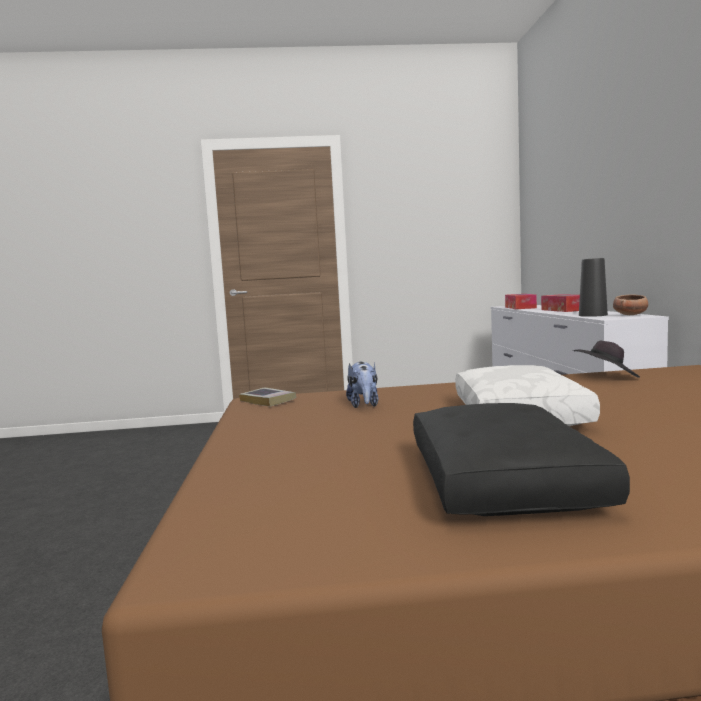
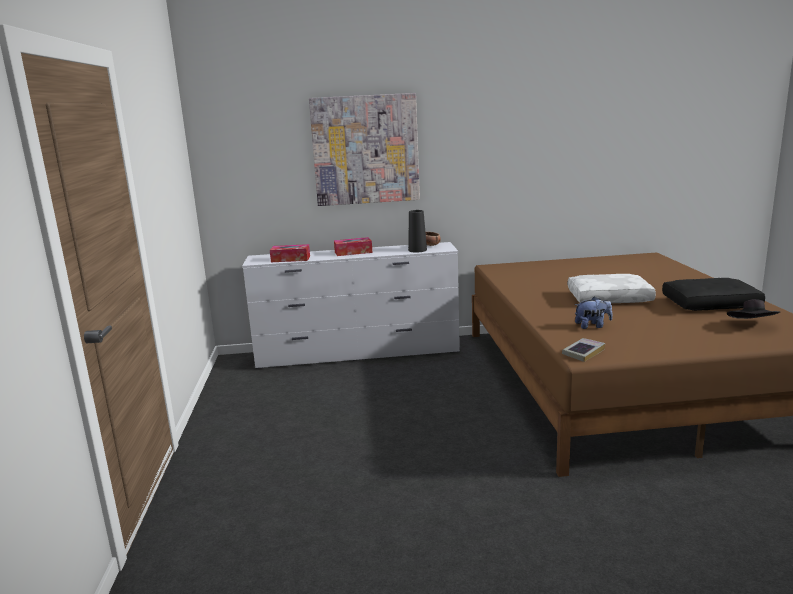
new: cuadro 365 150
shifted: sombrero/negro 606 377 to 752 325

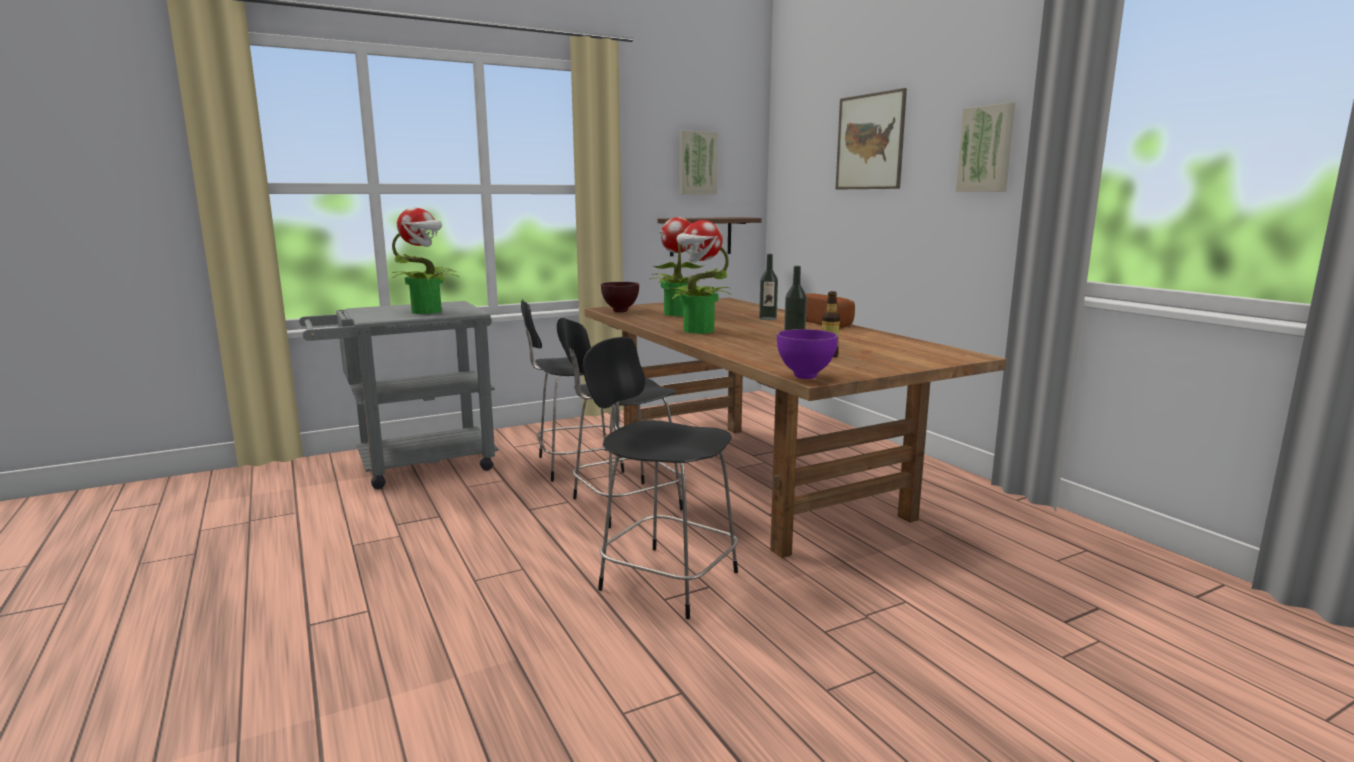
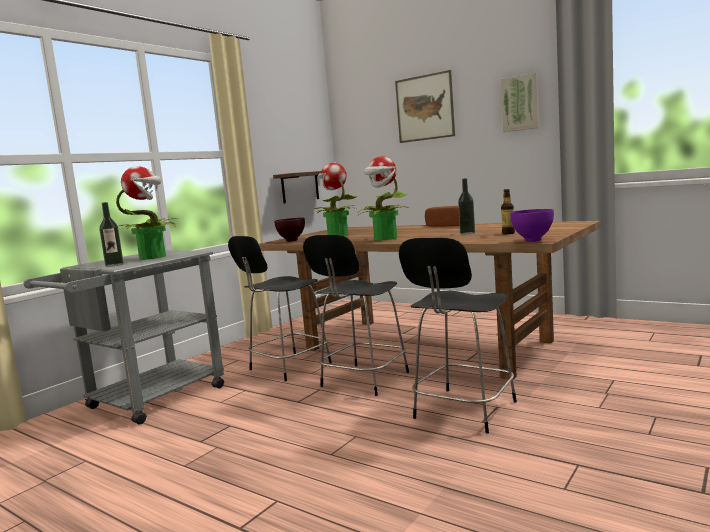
gone: cuadro 697 163
shifted: botella 767 318 to 114 265
rotated: silla/negro 665 579 = 463 411 60 degrees counterclockwise

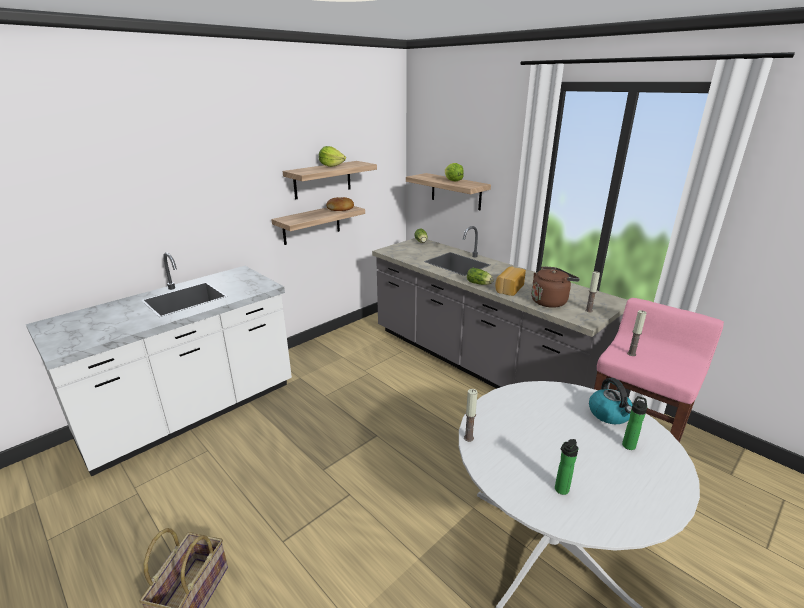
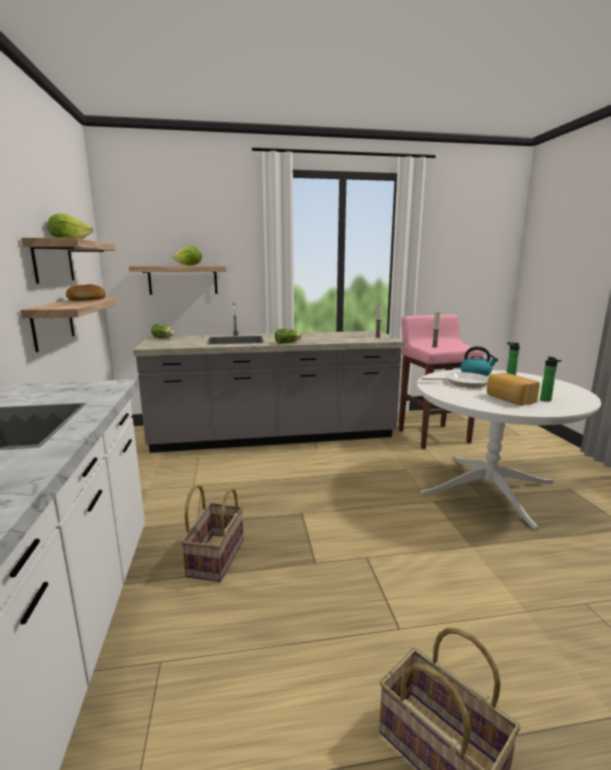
gone: hervidor/marrón 550 301; vela 468 438
new: sartén 463 383; cesta 215 556
shifted: pan 508 288 to 509 399

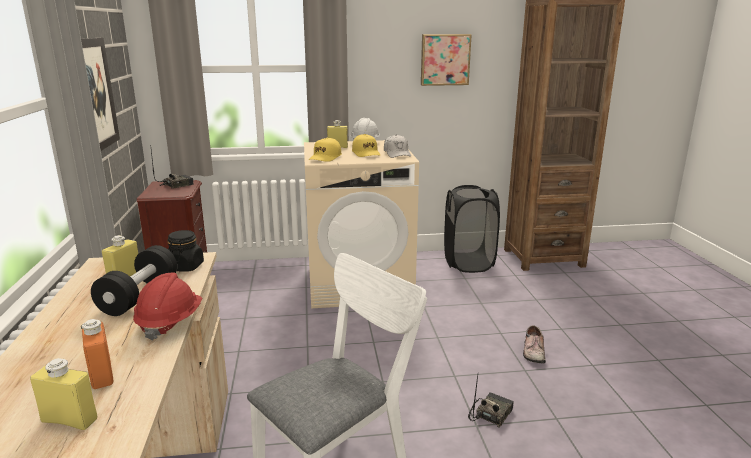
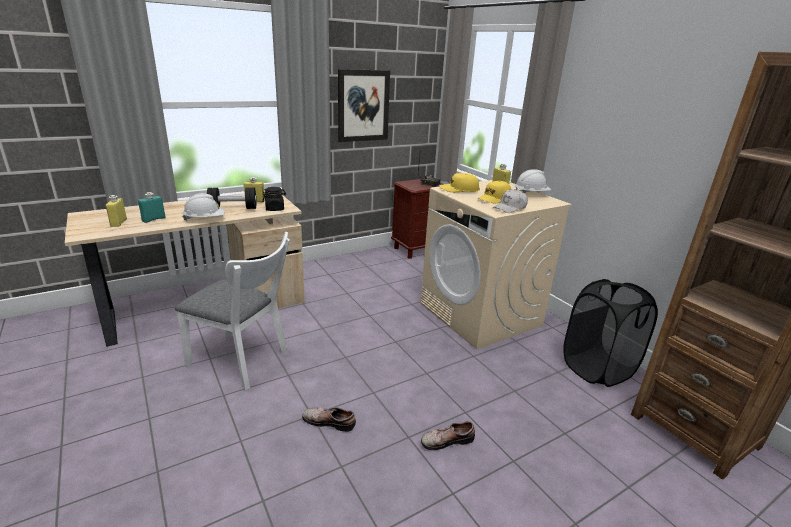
gone: cuadro 445 59
swapped: radio 490 414 to zapato 329 421
repainted: casco/rojo 170 322 to casco/blanco 205 220; botella/naranja 101 375 to botella/turquesa 154 219

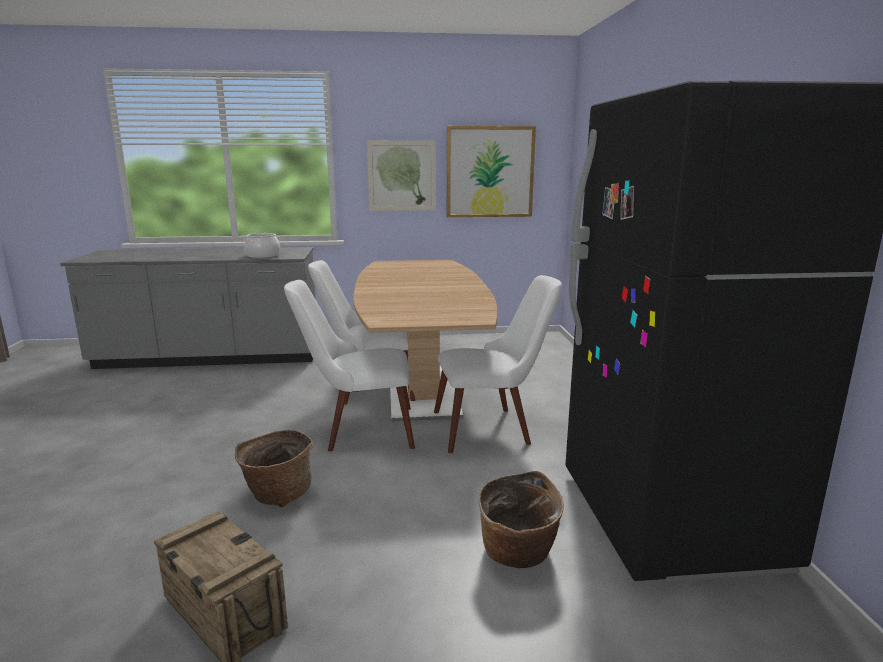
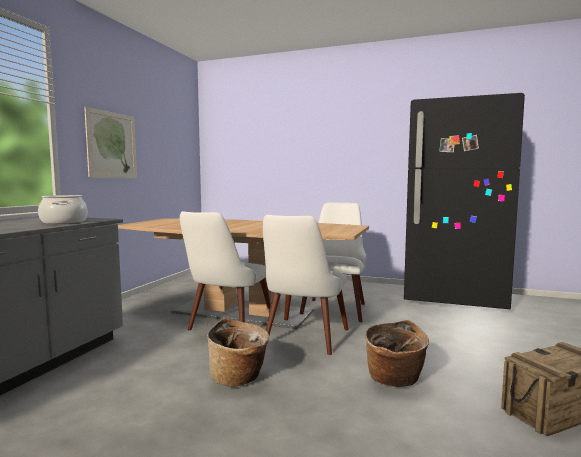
gone: cuadro 490 172
shifted: cesta 518 554 to 239 378

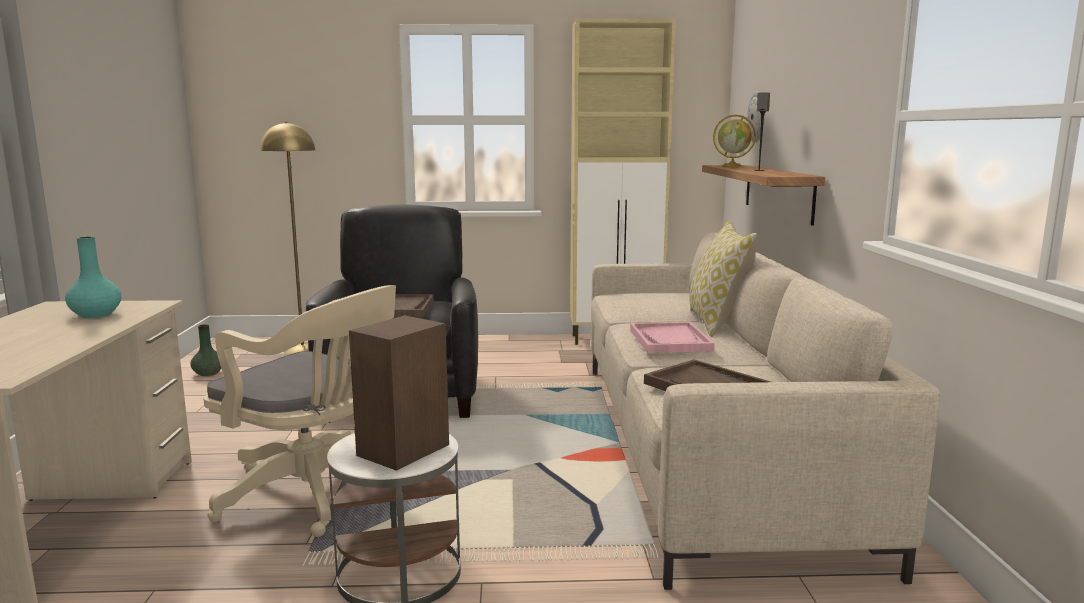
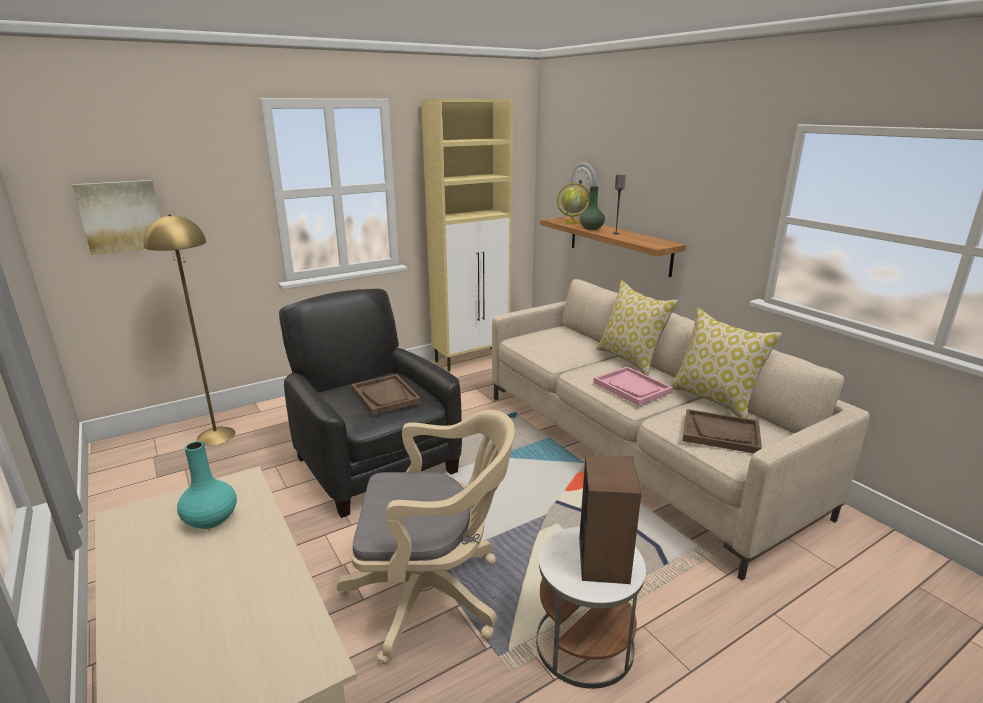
new: cuadro 121 216; cojín 714 400
shifted: florero/verde 208 373 to 591 228

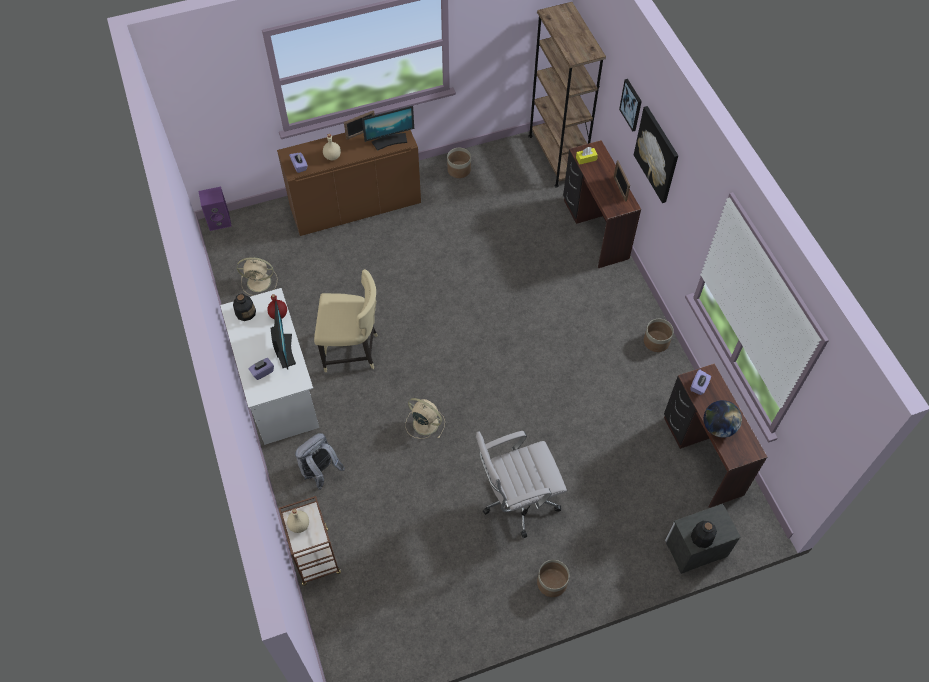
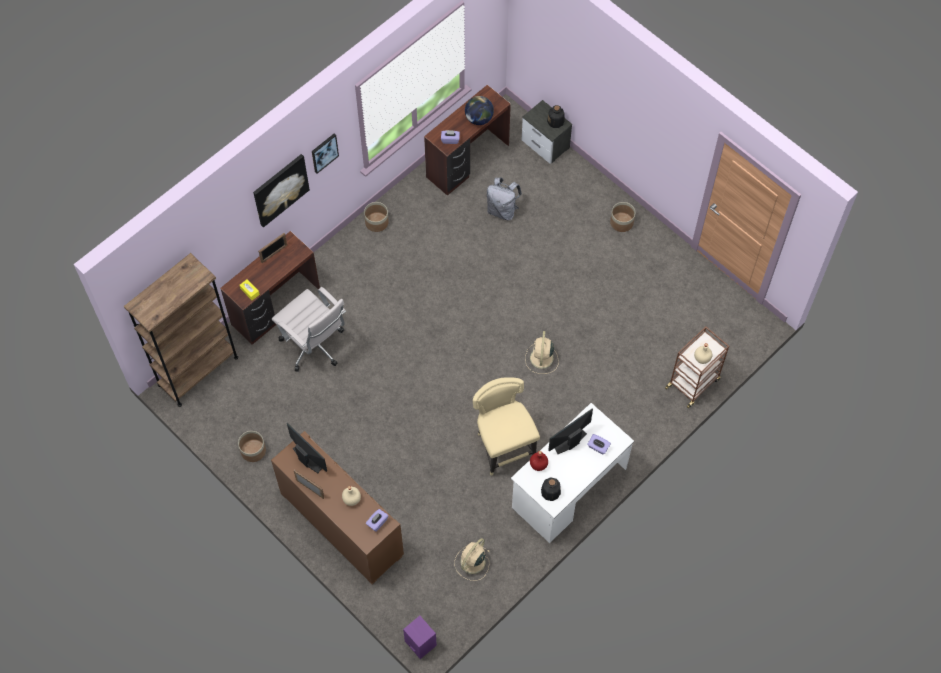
shifted: cuadro 631 105 to 324 152; silla de oficina/blanco 516 501 to 315 346; mochila/gris 320 472 to 502 210
rotated: ventilador/beis 260 282 = 472 563 120 degrees counterclockwise

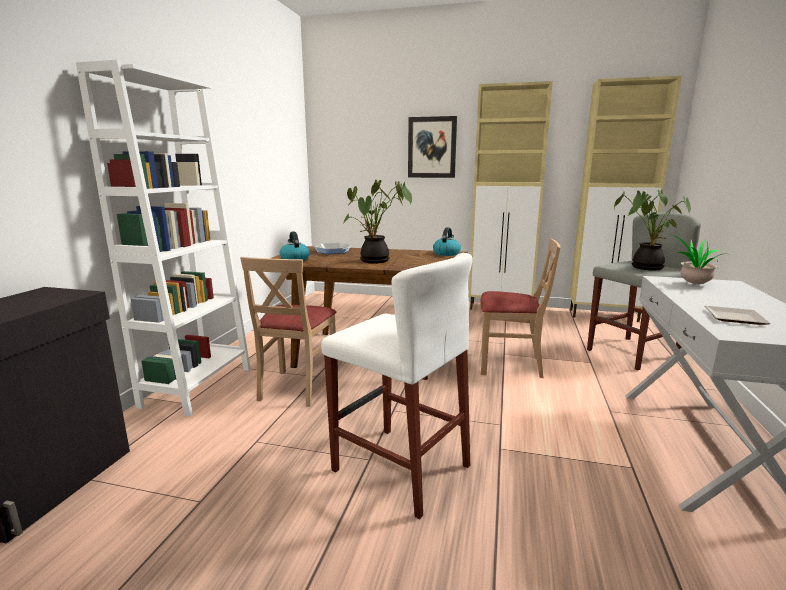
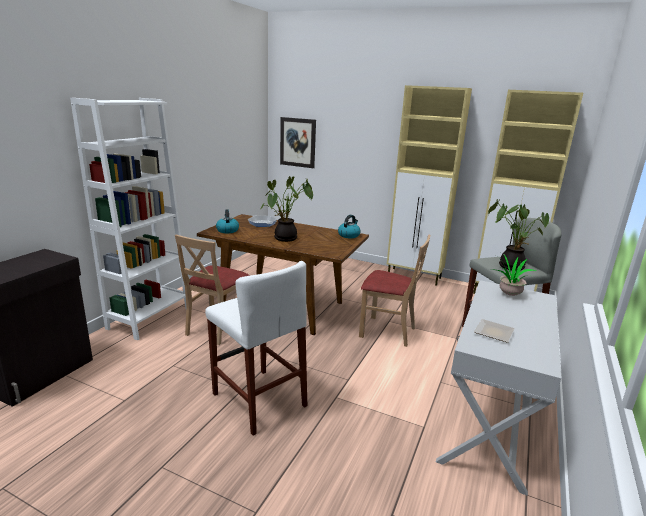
shifted: cuadro 432 147 to 298 142

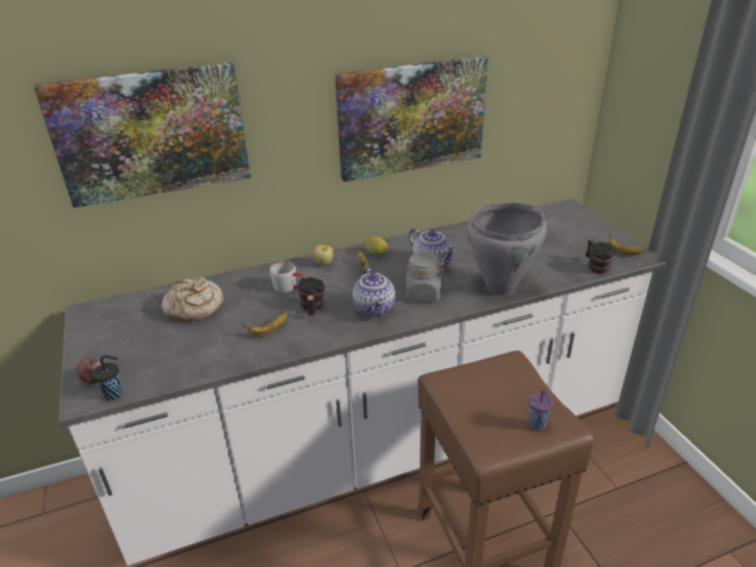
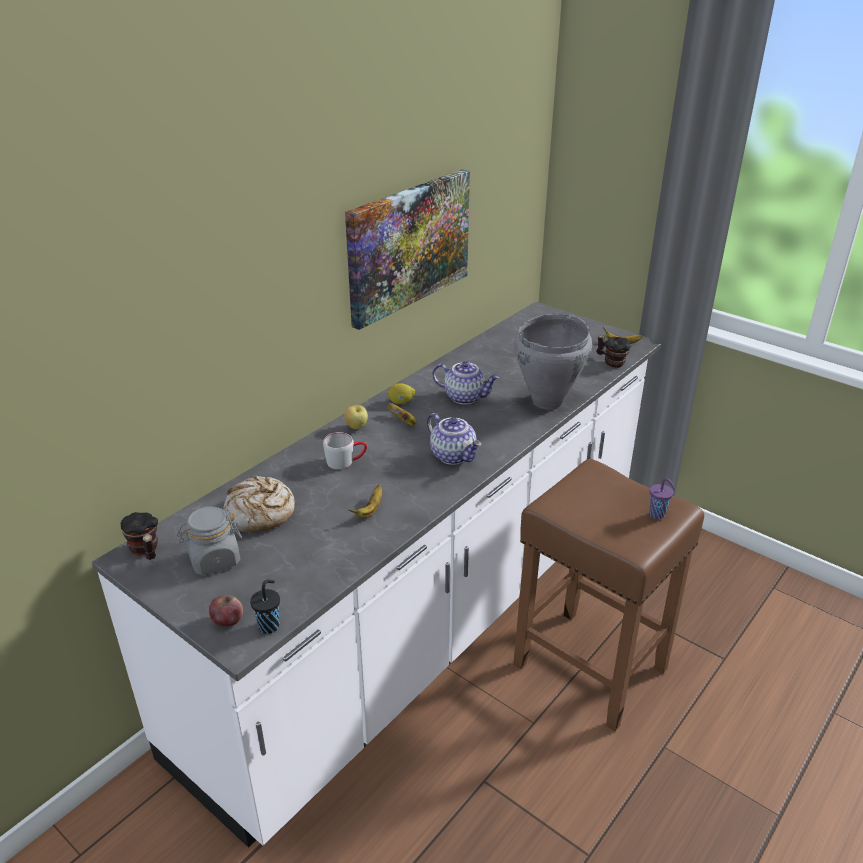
gone: cuadro 152 133
shifted: tarro/gris 422 293 to 214 559; taza grande 312 309 to 145 551

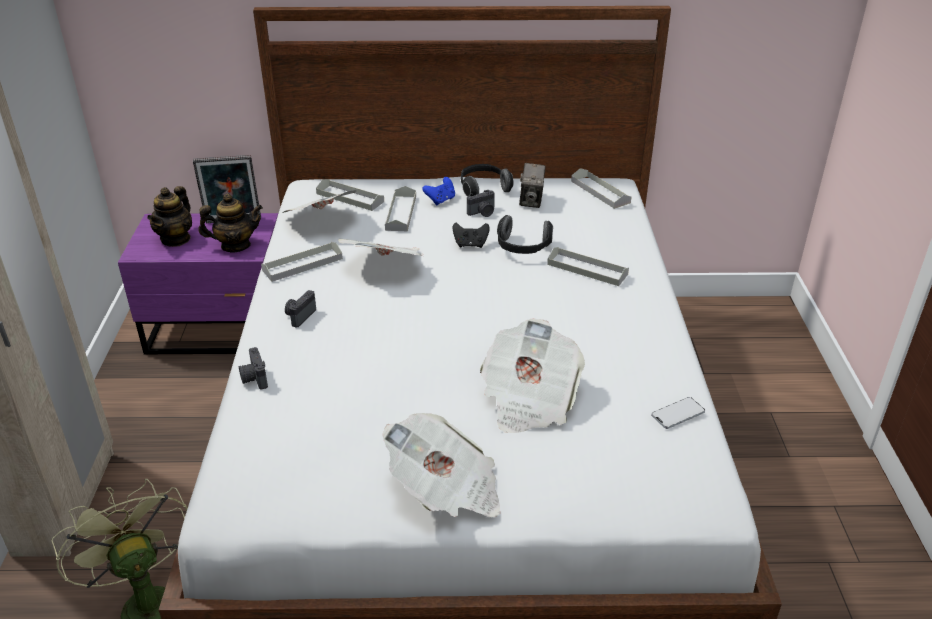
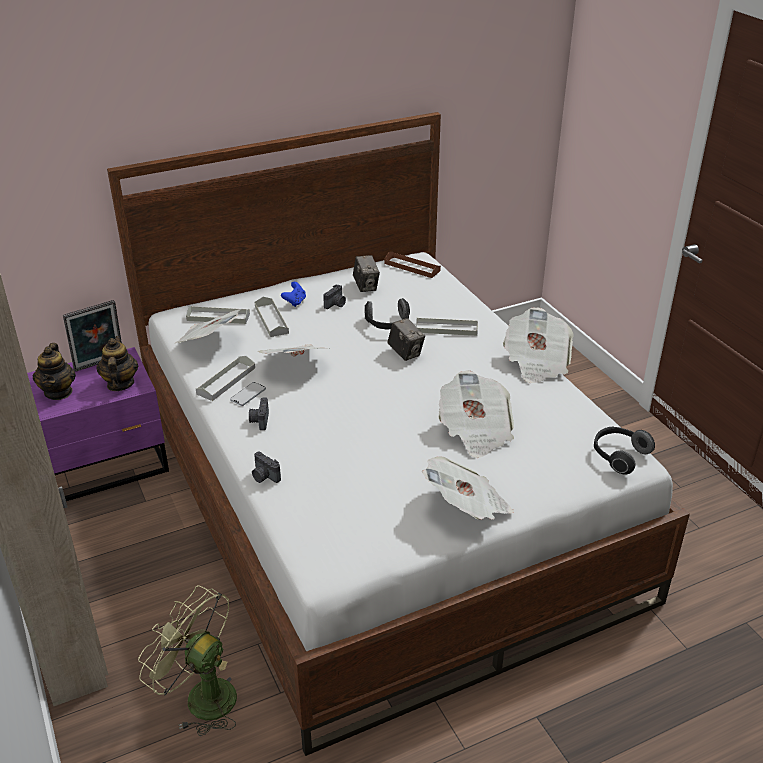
gone: mando de consola/negro 470 244
new: periódico 536 362; cámara 405 353
shifted: auriculares 483 189 to 618 456; móvil 678 414 to 248 394
repainted: bandeja/gris 600 192 to bandeja/marrón 412 267
rotated: tetera 235 246 = 120 384 60 degrees counterclockwise

